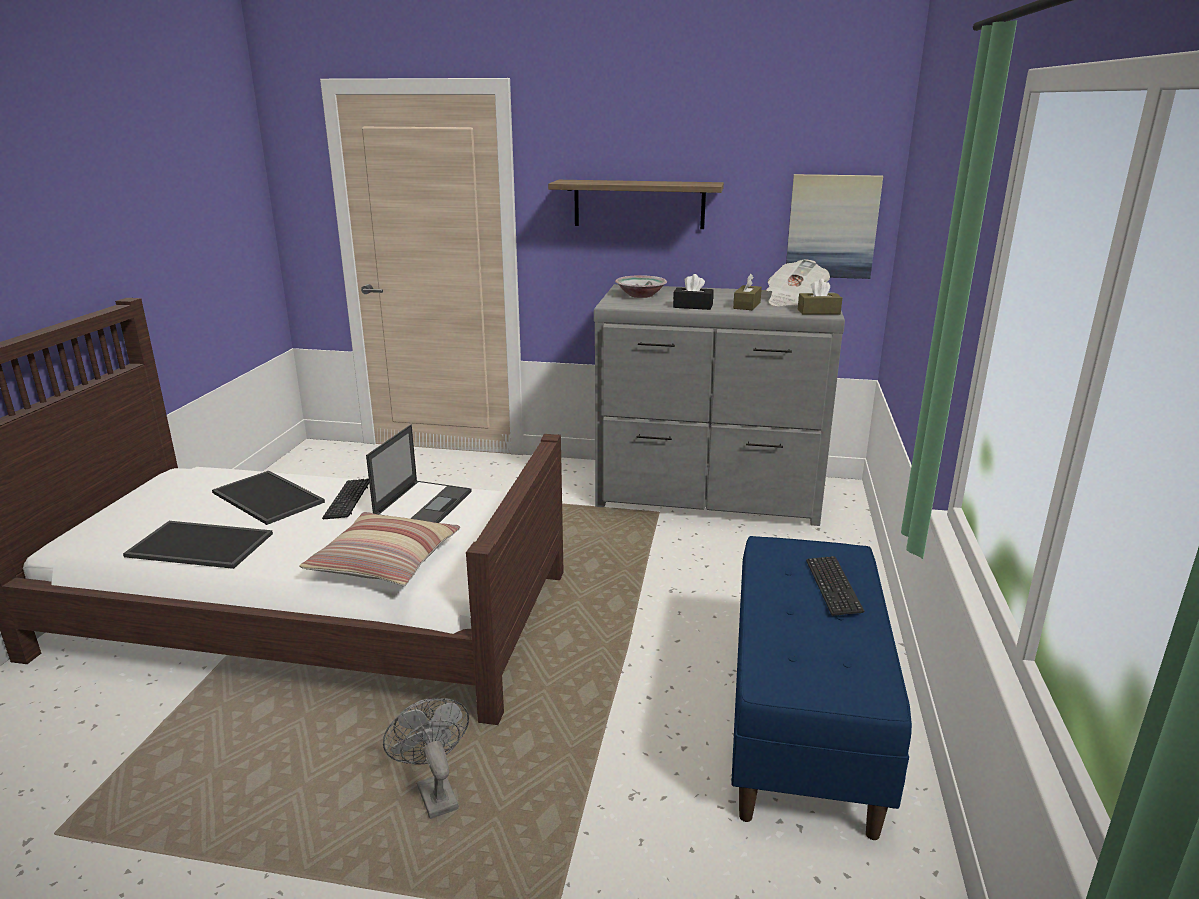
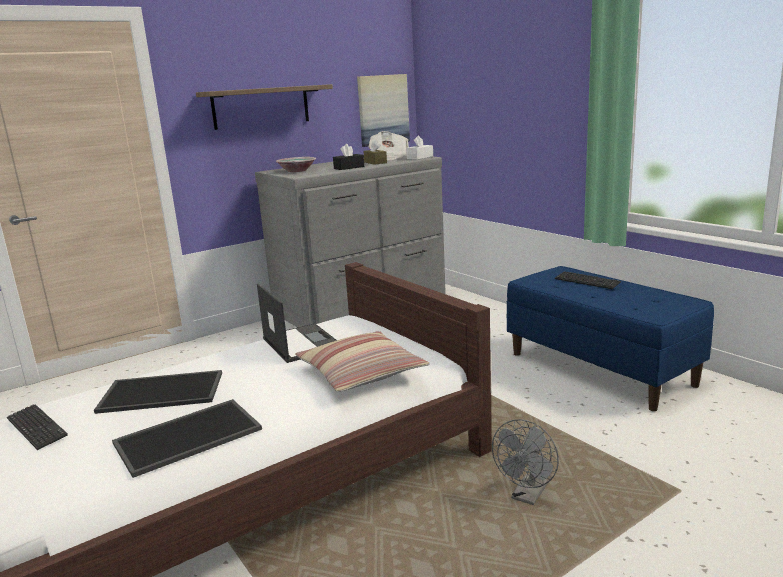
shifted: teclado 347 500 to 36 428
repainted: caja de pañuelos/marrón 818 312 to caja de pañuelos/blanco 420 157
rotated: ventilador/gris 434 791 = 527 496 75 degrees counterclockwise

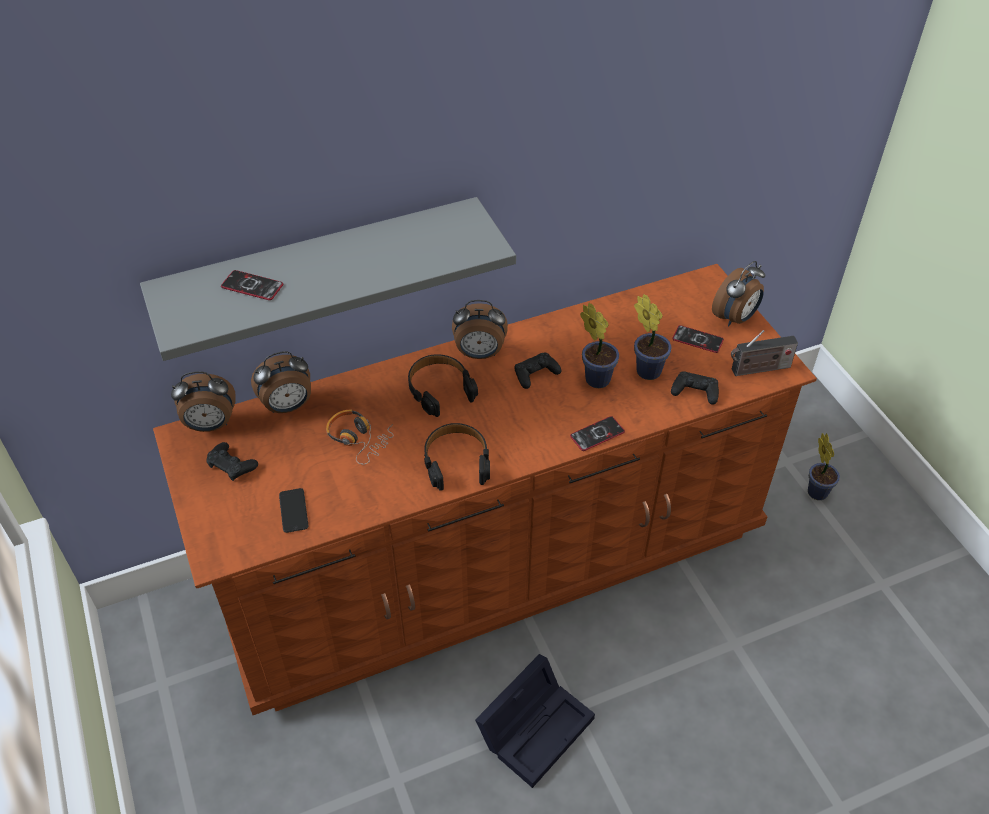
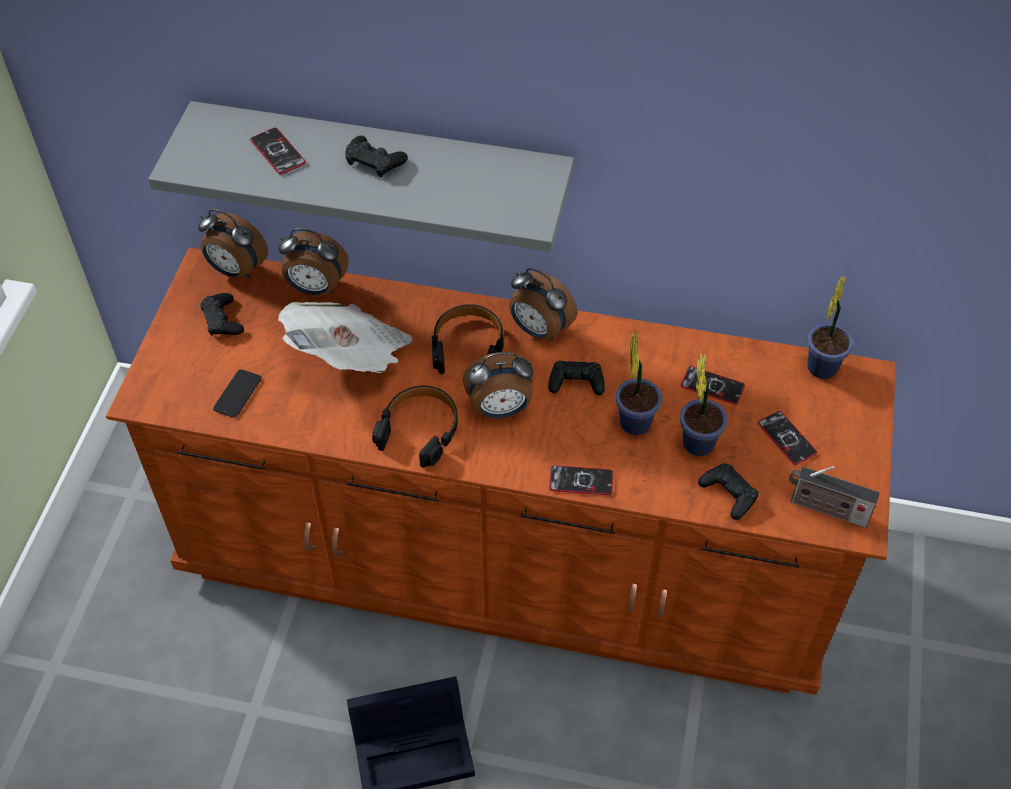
new: mando de consola/negro 374 161; móvil 712 386
shifted: despertador 735 318 to 500 409; planta en maceta 816 490 to 823 364
swapped: auriculares 359 439 to periódico 350 356

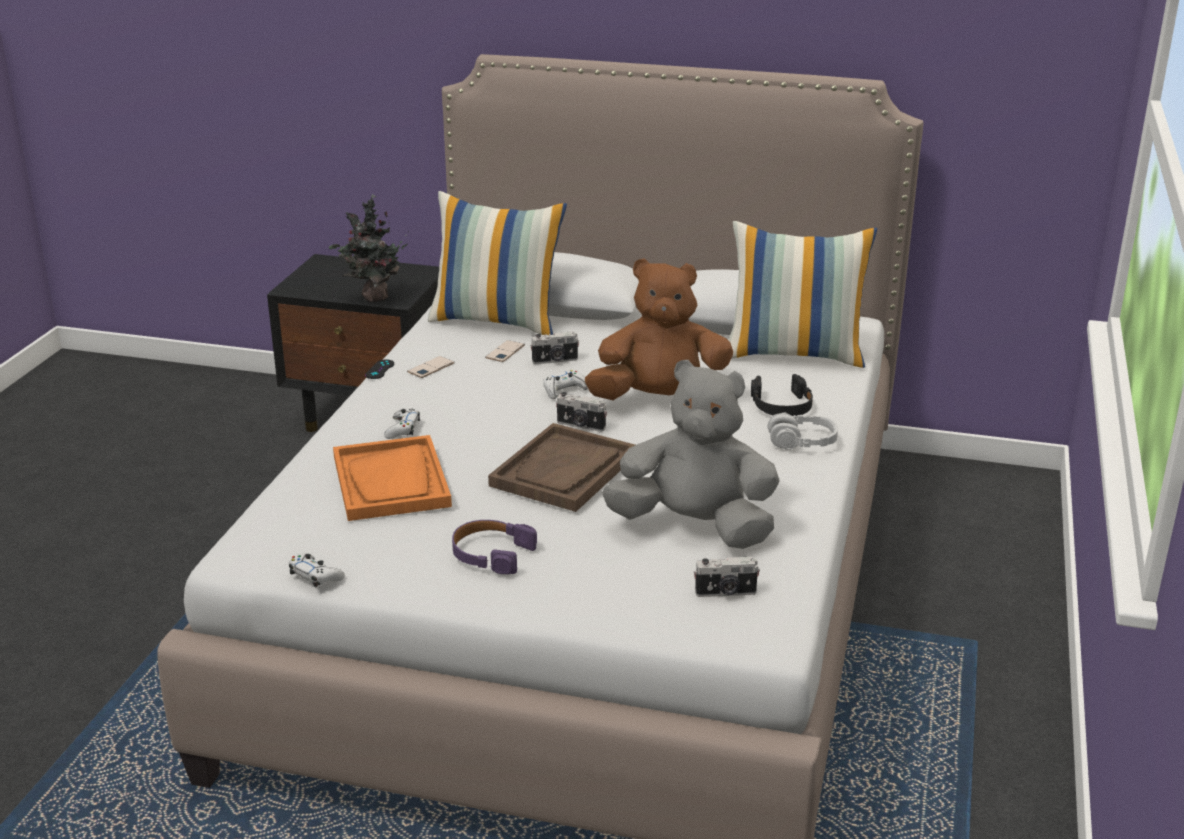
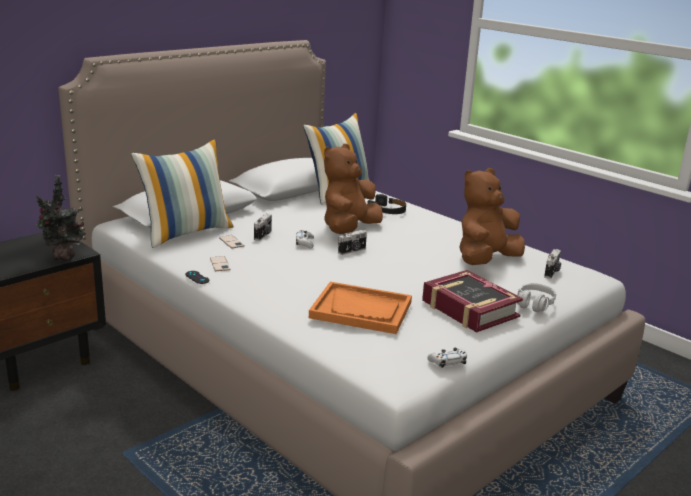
gone: mando de consola/blanco 402 429; bandeja/marrón 564 471
shifted: auriculares/gris 802 442 to 534 304
swapped: auriculares/morado 491 554 to libro 469 309
repainted: peluche/gris 694 527 to peluche/marrón 485 260

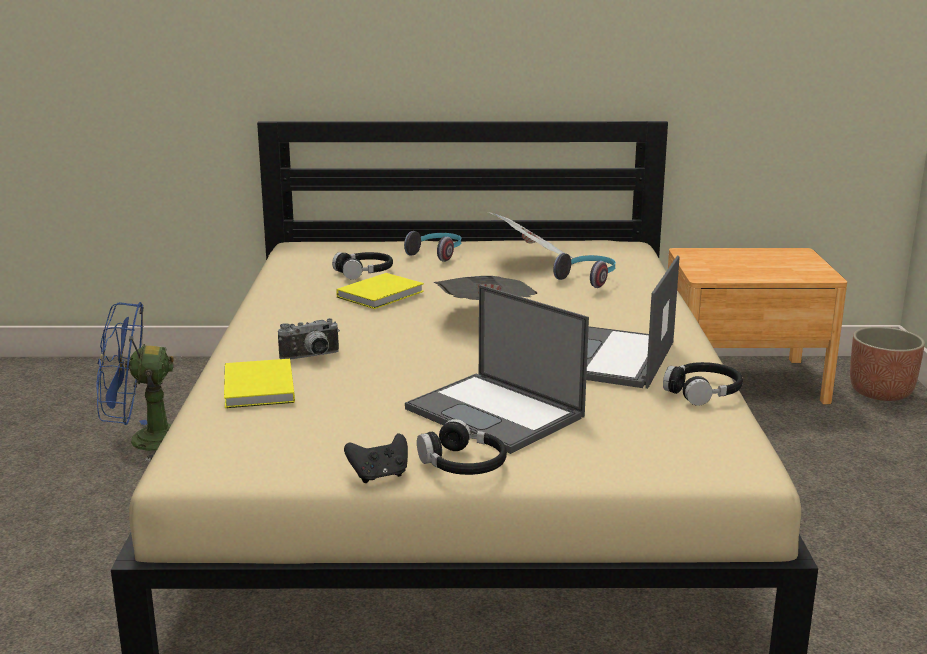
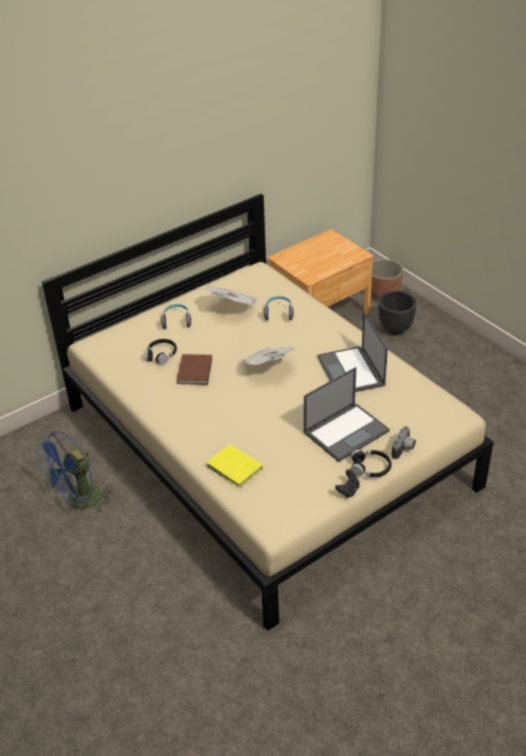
gone: auriculares/negro 703 392
new: maceta/negro 396 328
shifted: cámara 311 357 to 404 450
repainted: libro/amarillo 382 294 to libro/marrón 195 370
rotated: portátil 496 413 = 346 431 45 degrees counterclockwise

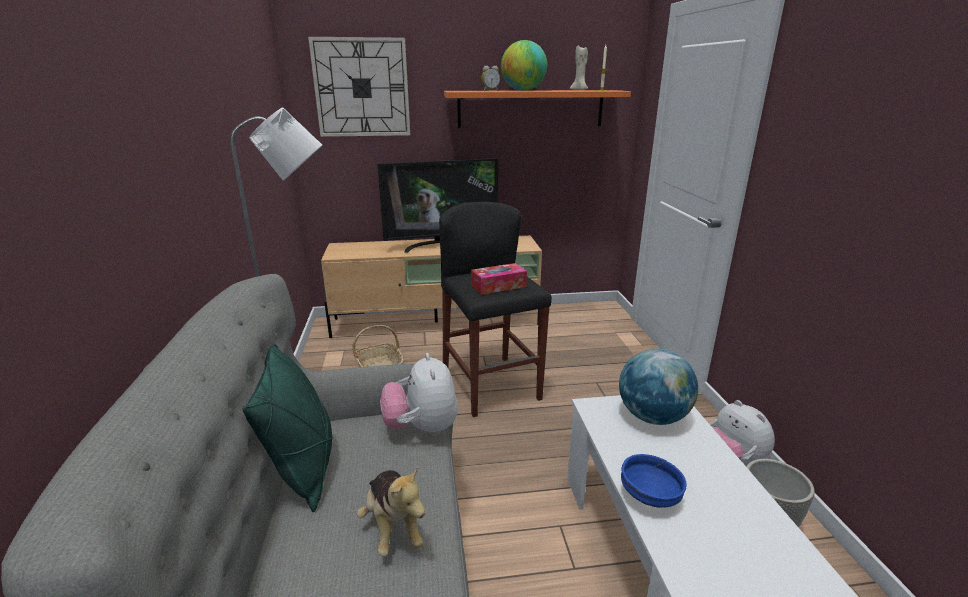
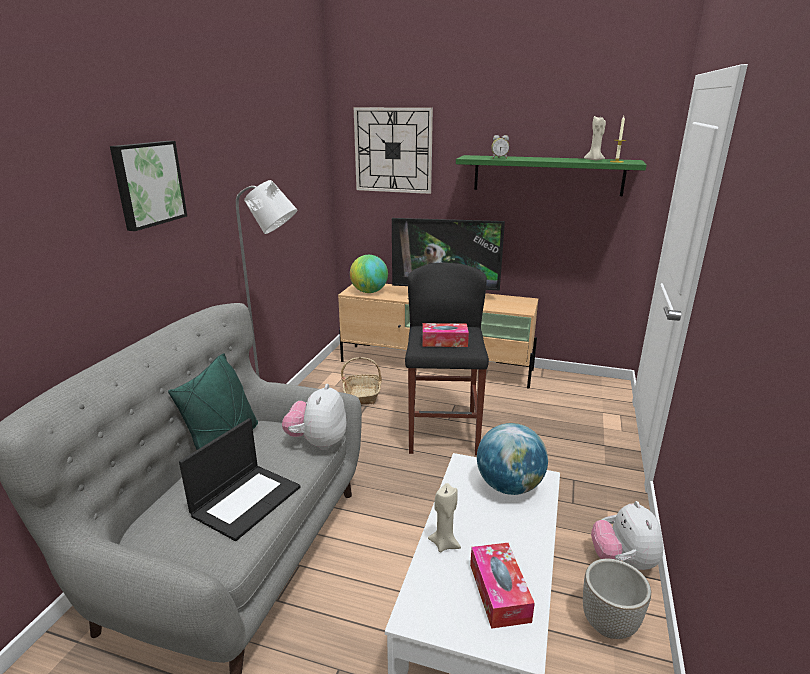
new: cuadro 147 184; caja de pañuelos 499 592
shifted: globo terráqueo 523 90 to 369 292
swapped: cuenco/azul 651 496 to vela/beis 444 543; peluche 393 527 to portátil 246 500
repainted: estante/naranja 530 108 to estante/verde 547 175

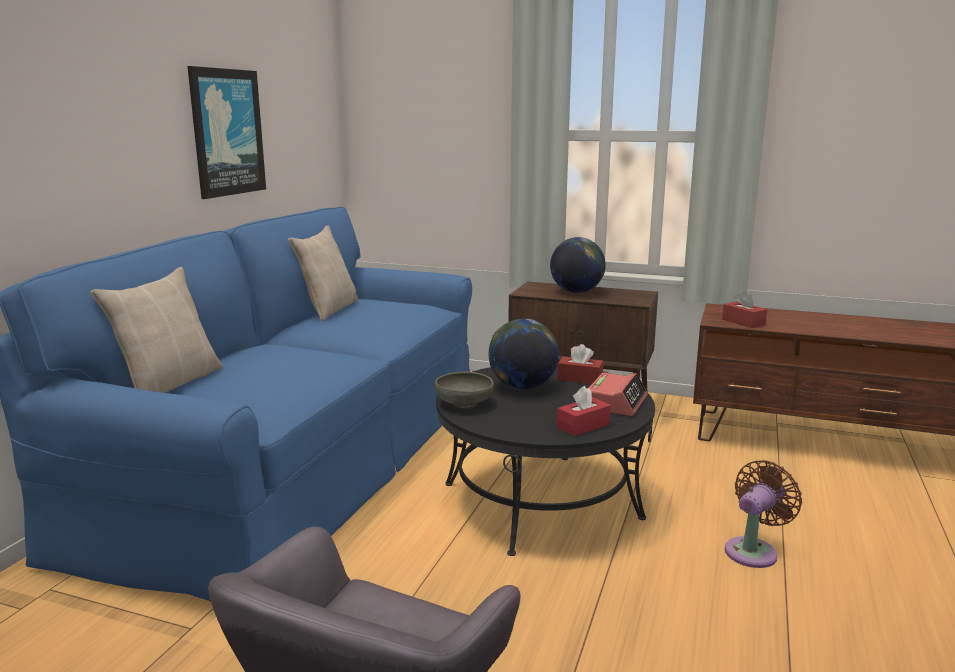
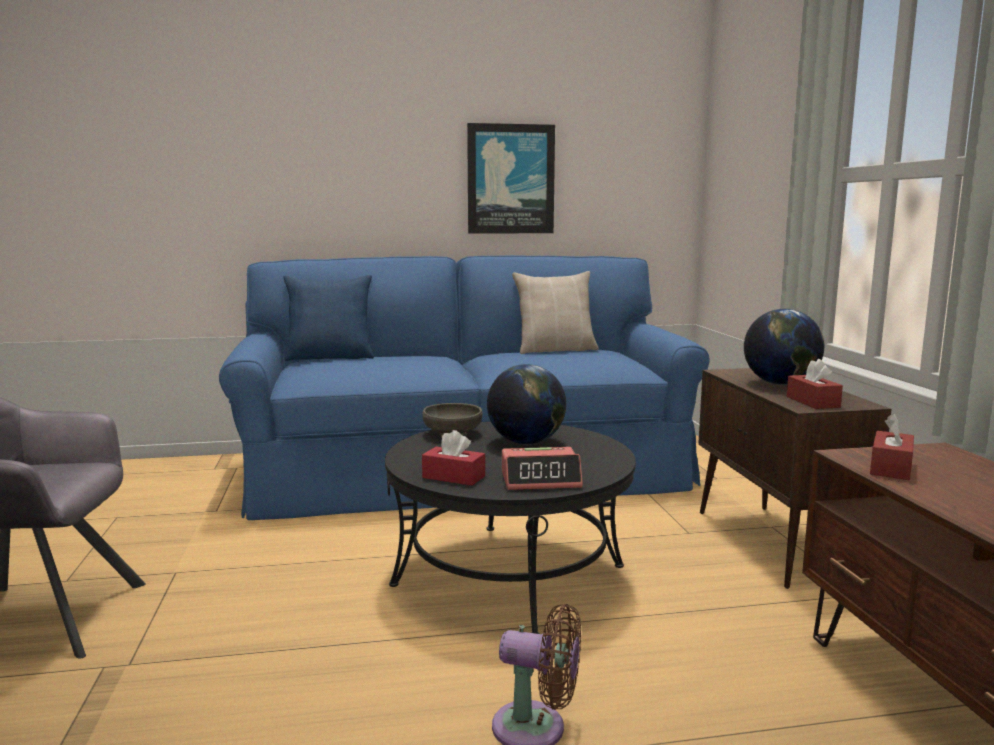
shifted: caja de pañuelos/rojo 579 379 to 812 402
repainted: cojín/beis 169 383 to cojín/azul 330 357

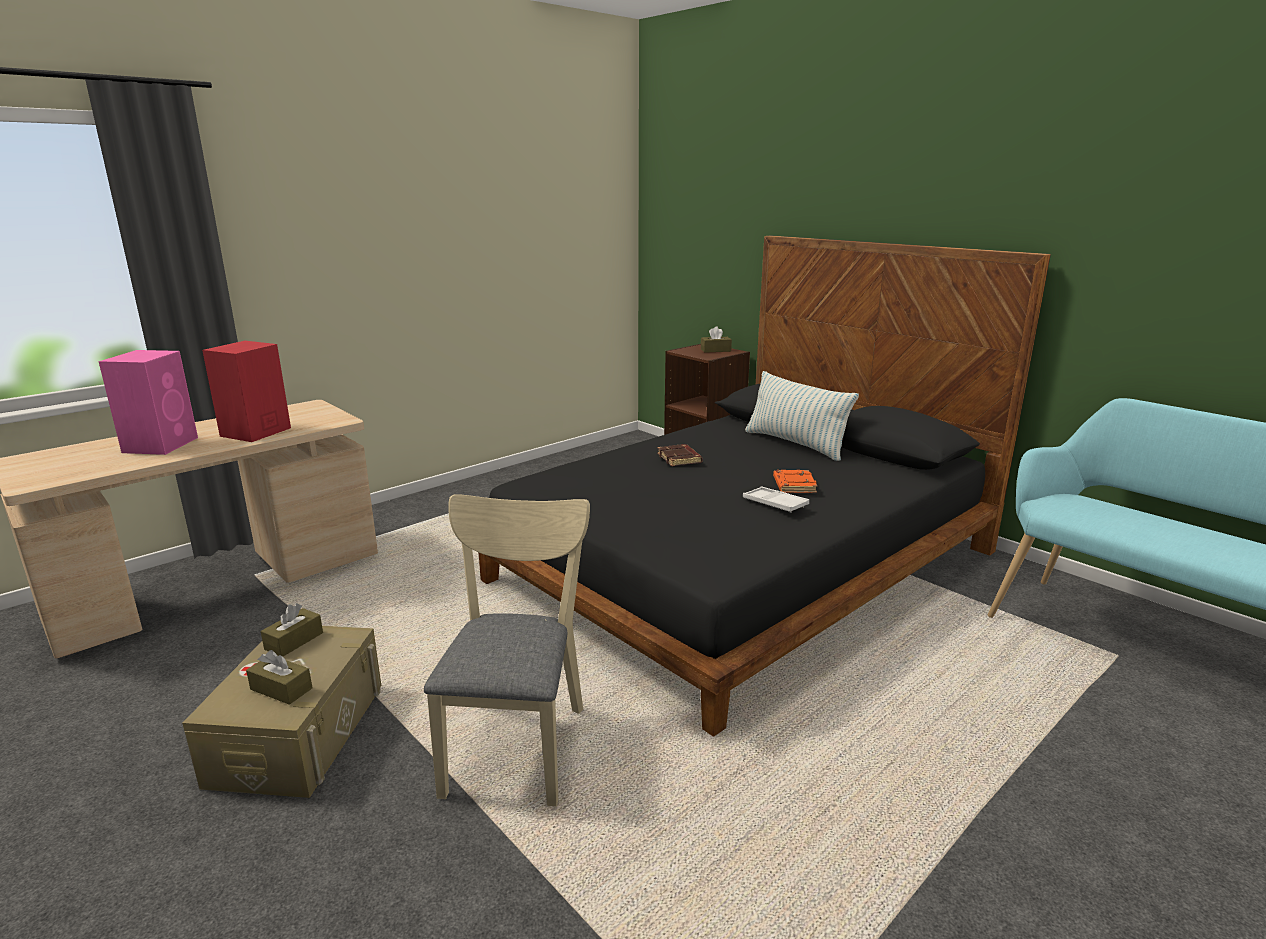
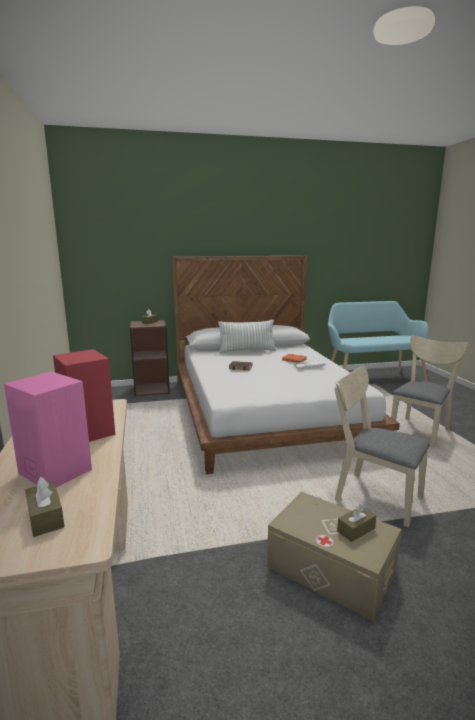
new: silla/beis 421 430
shifted: caja de pañuelos/marrón 294 641 to 45 517
repainted: cama/negro 743 566 to cama/blanco 265 411

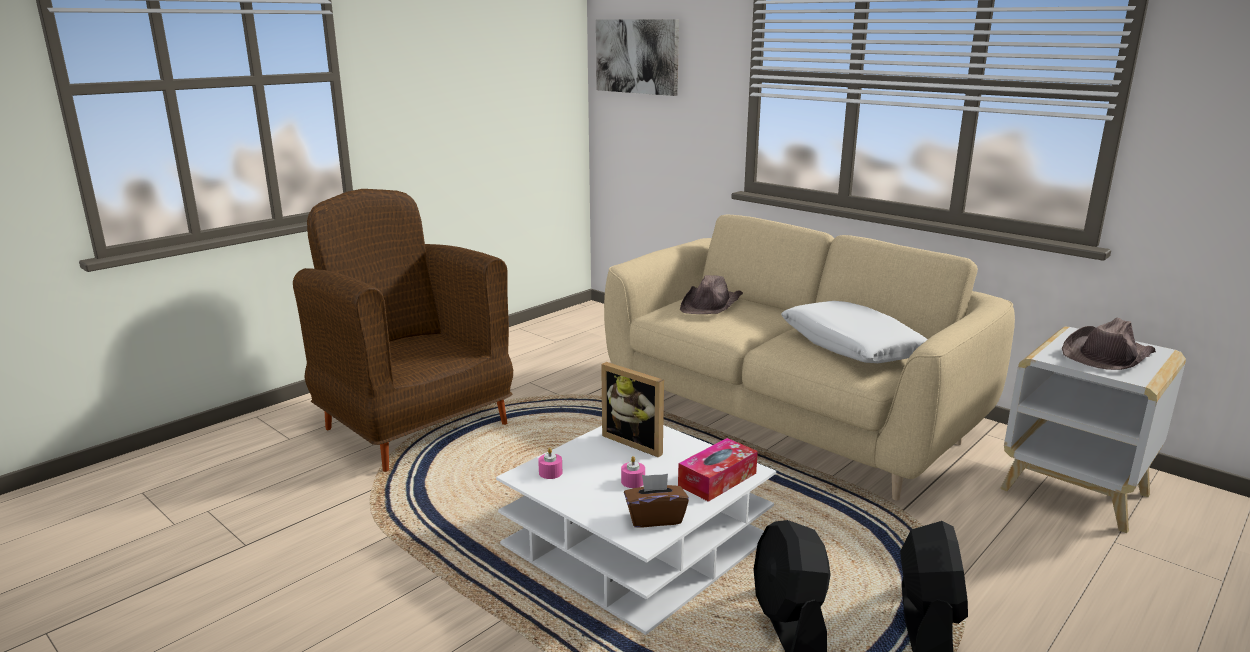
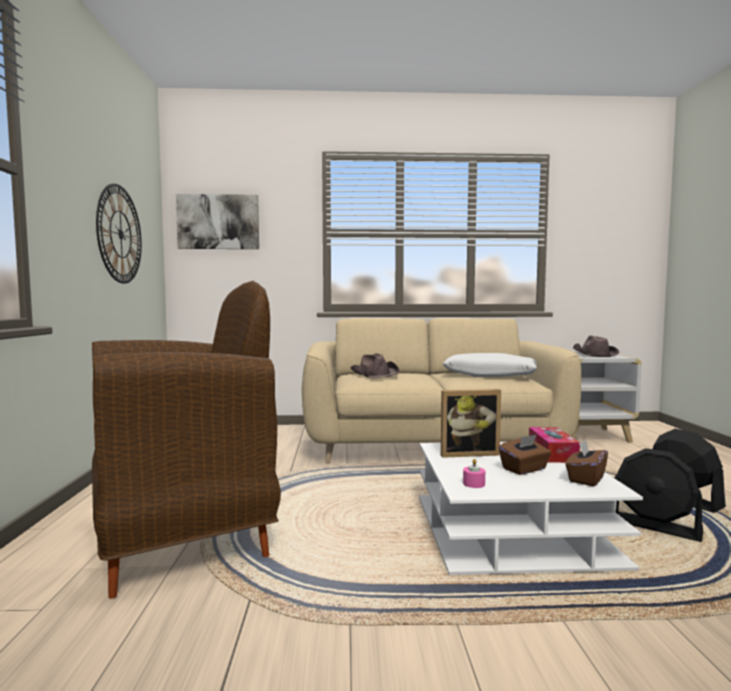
new: reloj de pared 120 234
swapped: vela/rosa 633 481 to caja de pañuelos/marrón 524 469
rotated: sillón/marrón 415 426 = 185 538 150 degrees clockwise

